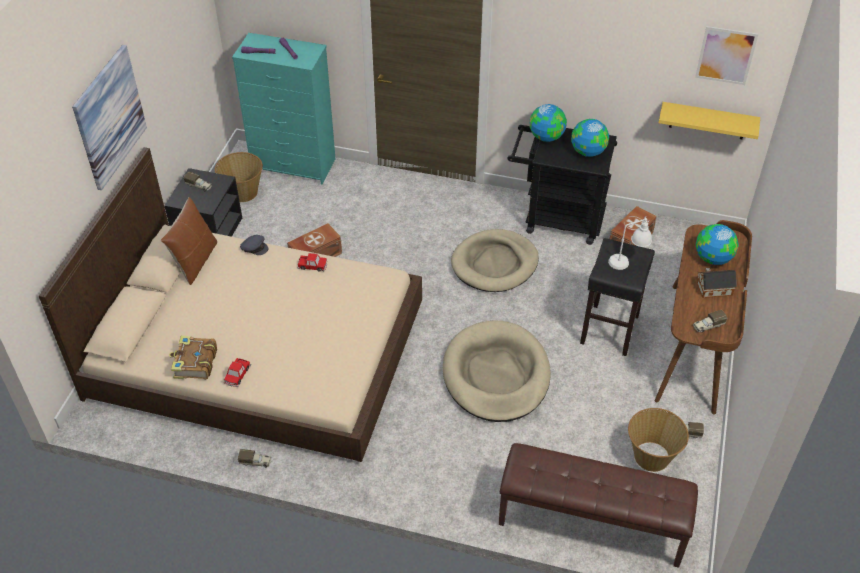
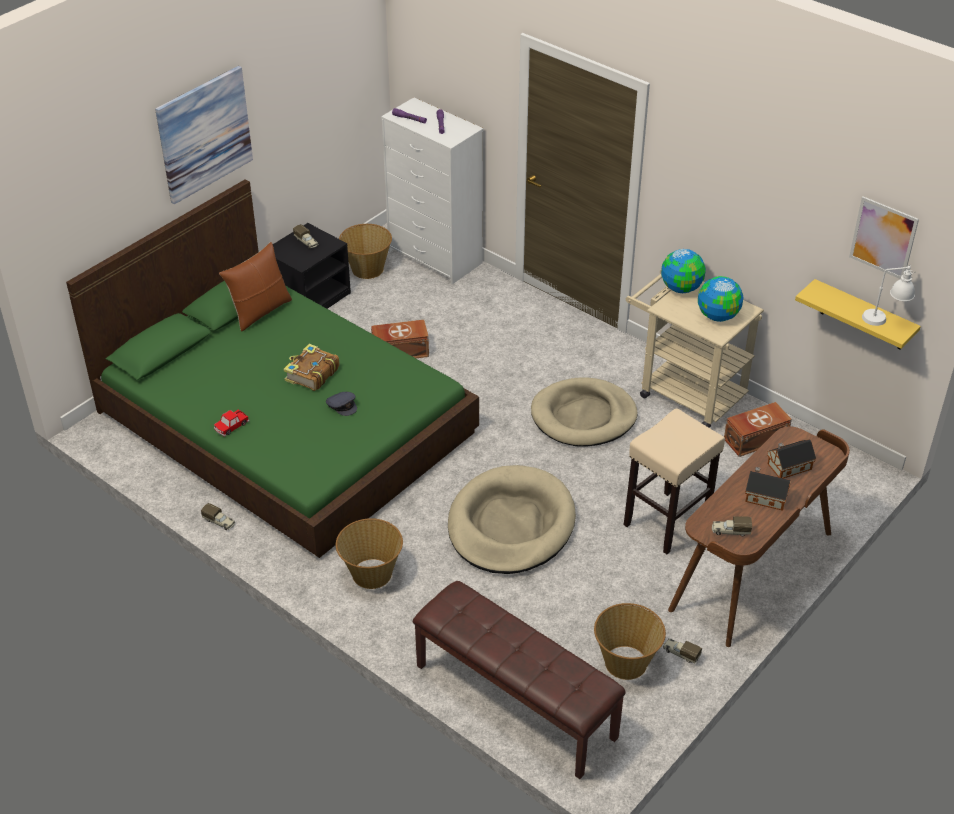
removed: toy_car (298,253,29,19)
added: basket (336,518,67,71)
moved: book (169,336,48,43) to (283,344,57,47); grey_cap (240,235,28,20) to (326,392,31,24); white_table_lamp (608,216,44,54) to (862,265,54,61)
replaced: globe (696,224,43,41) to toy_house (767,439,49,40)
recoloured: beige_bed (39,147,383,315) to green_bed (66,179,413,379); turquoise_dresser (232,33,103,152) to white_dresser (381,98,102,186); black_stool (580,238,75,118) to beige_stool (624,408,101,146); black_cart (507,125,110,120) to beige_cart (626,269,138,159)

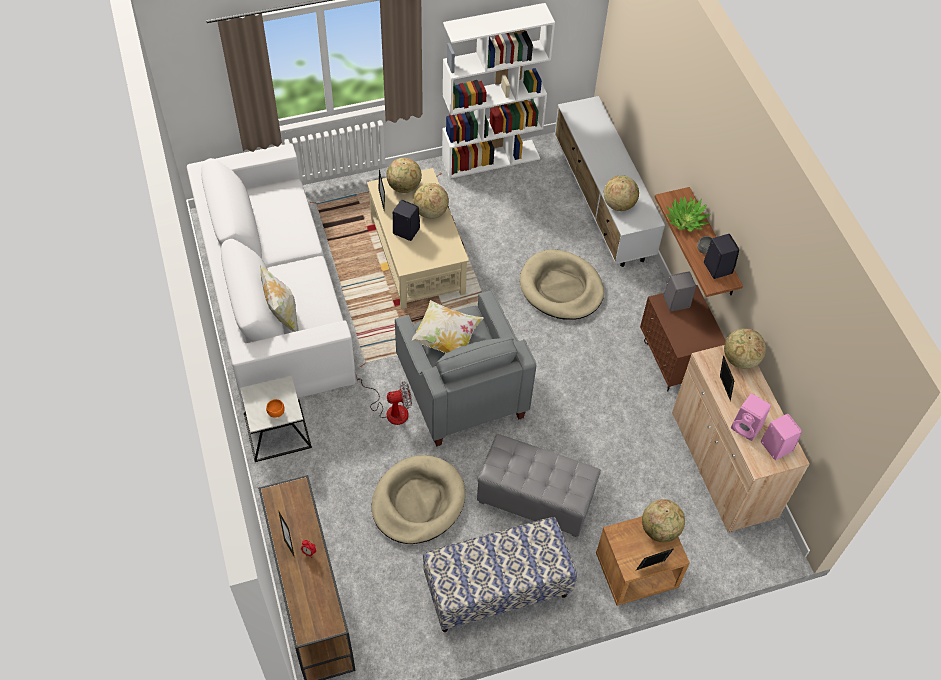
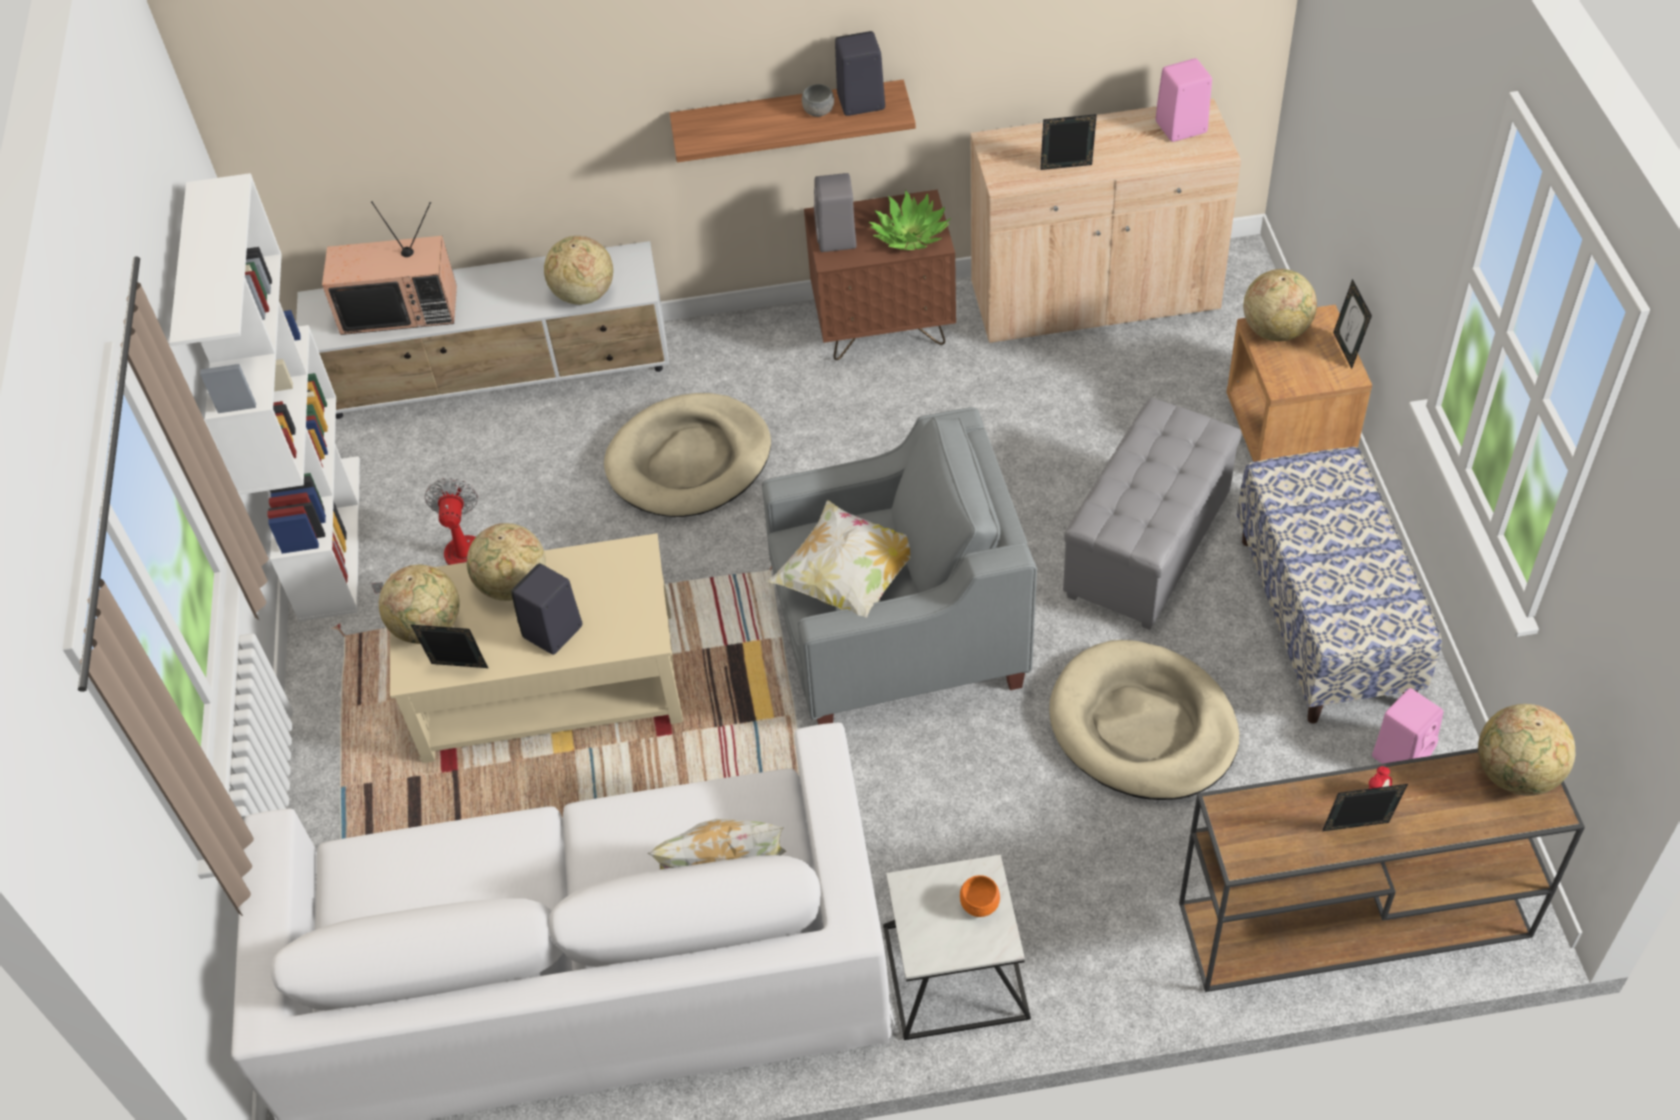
added: television (322,201,135,134)
moved: fan (356,374,56,51) to (371,478,107,116); potted_plant (666,196,44,36) to (869,190,82,60); pink_speaker (731,393,40,48) to (1372,688,71,76); globe (724,328,42,41) to (1478,704,97,92)

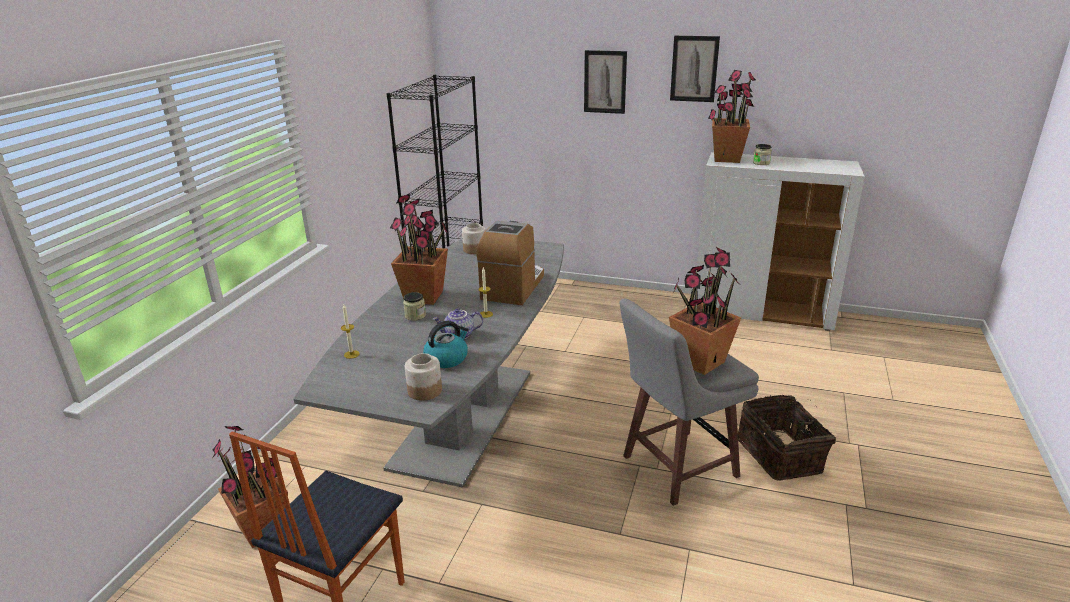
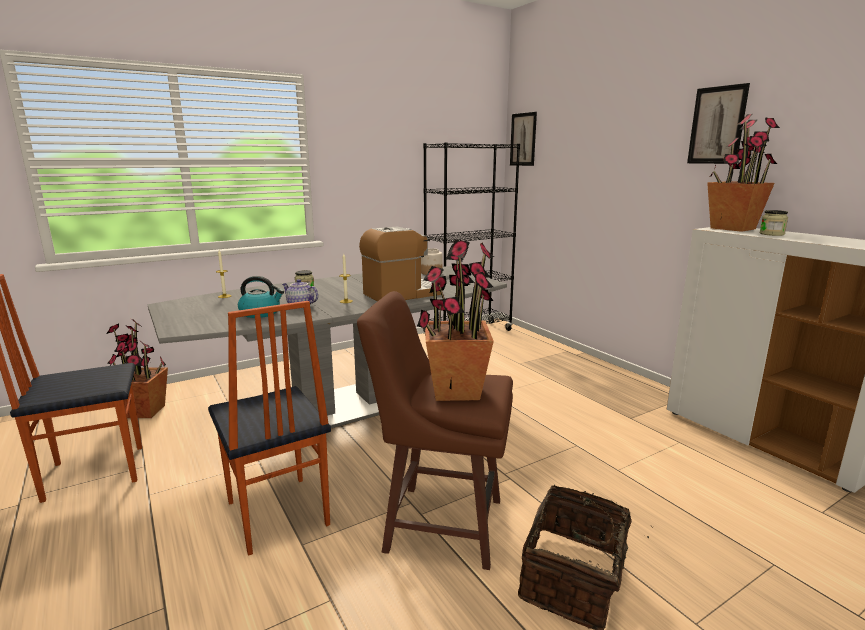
removed: potted_plant (390,194,58,111); jar (405,353,37,48)
added: chair (208,301,123,255)
moved: picture (584,50,43,64) to (510,112,27,54)
recoloured: grey_stool (620,299,139,207) to brown_stool (357,291,156,279)

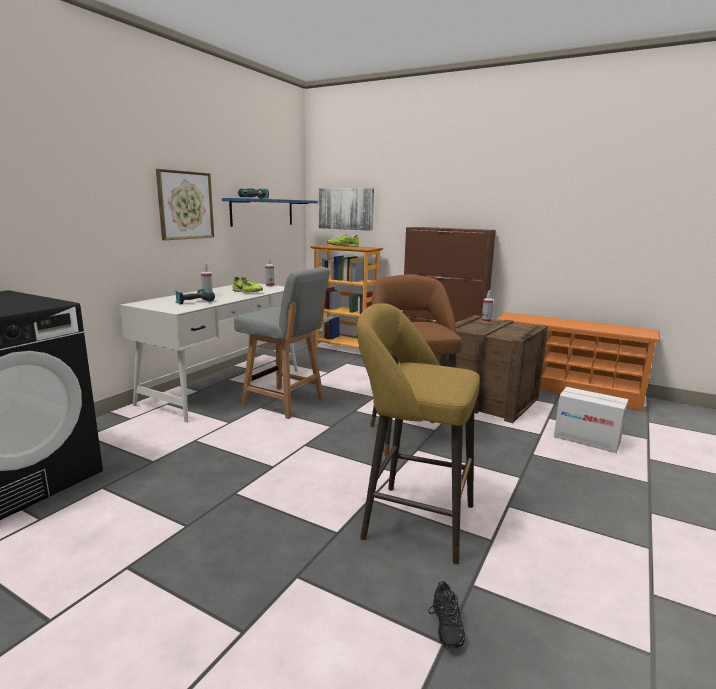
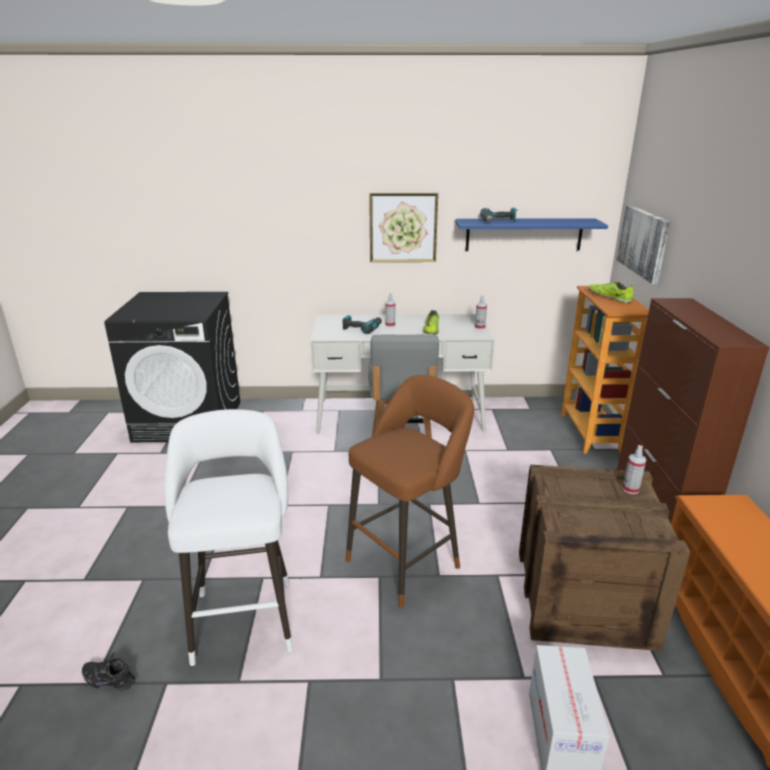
recoloured: yellow_stool (357,303,123,261) to white_stool (164,409,129,257)
turned: black_shoe (428,581,37,67) = (82,653,53,38) 45 degrees clockwise

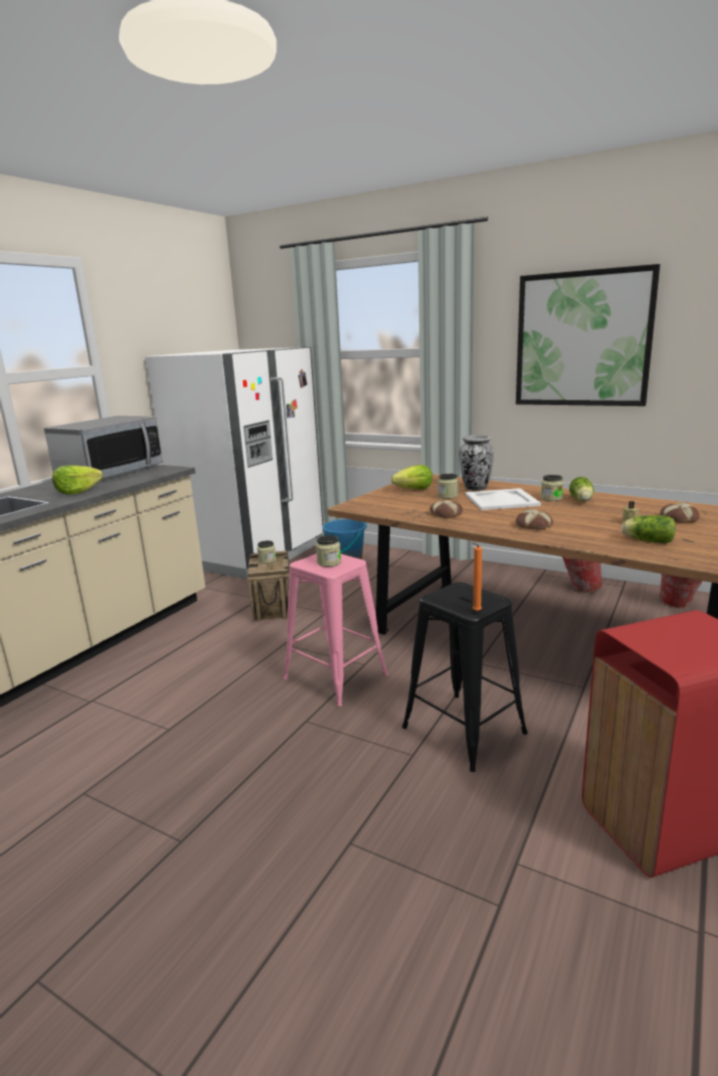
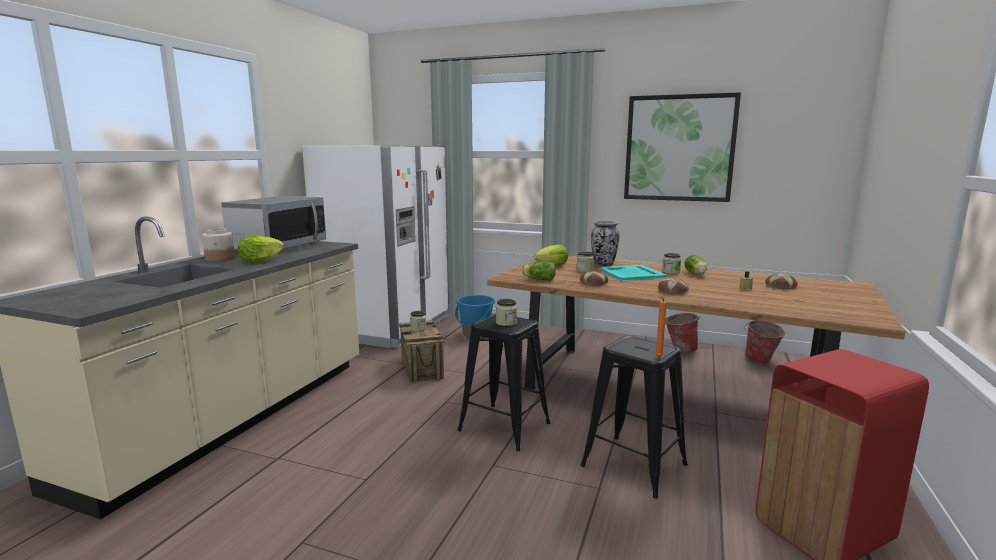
added: jar (202,228,33,33)
moved: lettuce (621,515,55,28) to (522,262,34,19)
recoloured: pink_stool (283,553,105,153) to black_stool (457,314,93,137); white_tray (465,488,76,22) to turquoise_tray (599,265,68,15)

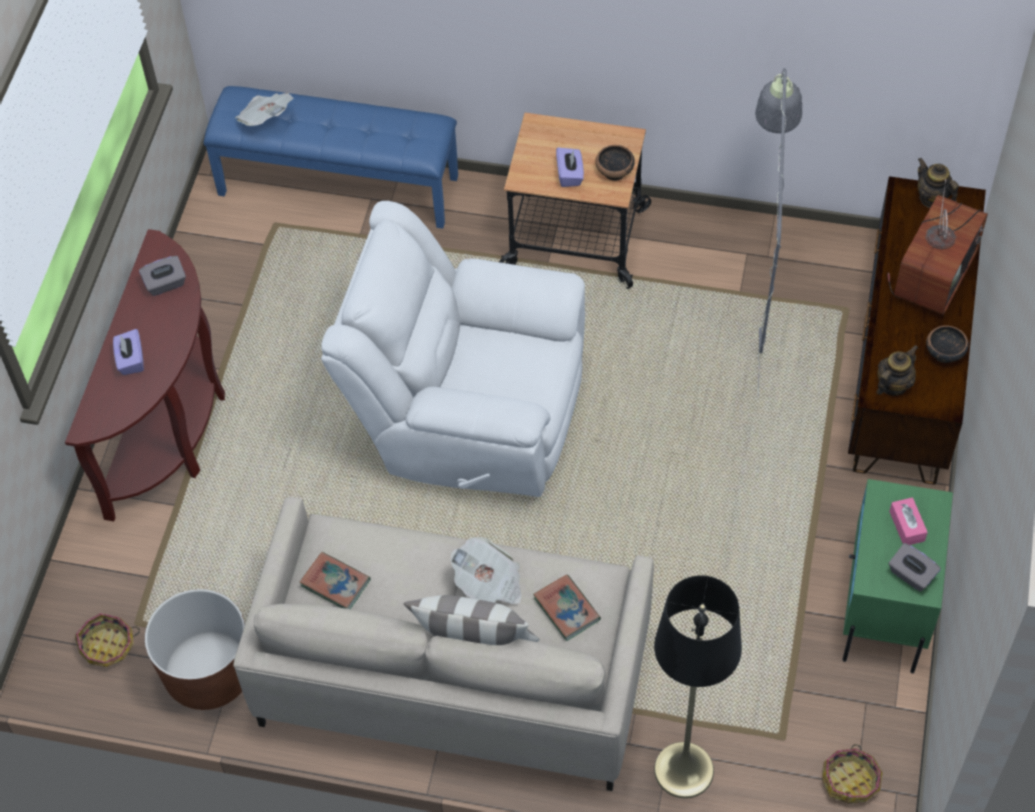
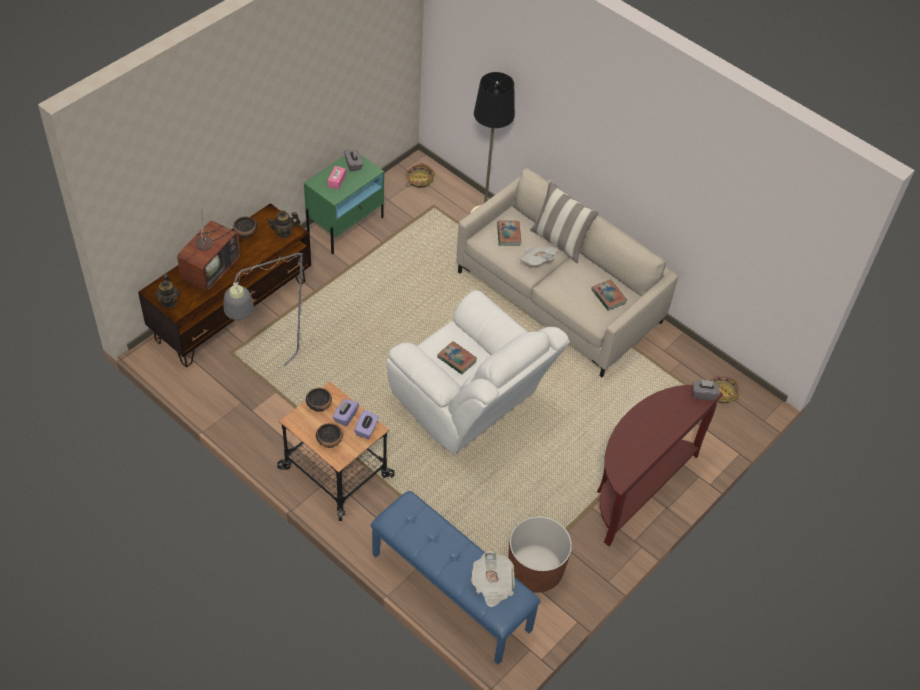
added: bowl (316,423,27,25); book (437,341,40,33)
moved: purple_tissue_box (113,329,31,46) to (354,410,25,29); brown_planter (145,589,100,121) to (508,516,64,77); grey_tissue_box (139,256,47,40) to (693,380,27,21)
turned: television (887,179,101,136) = (177,208,64,83) 150 degrees clockwise

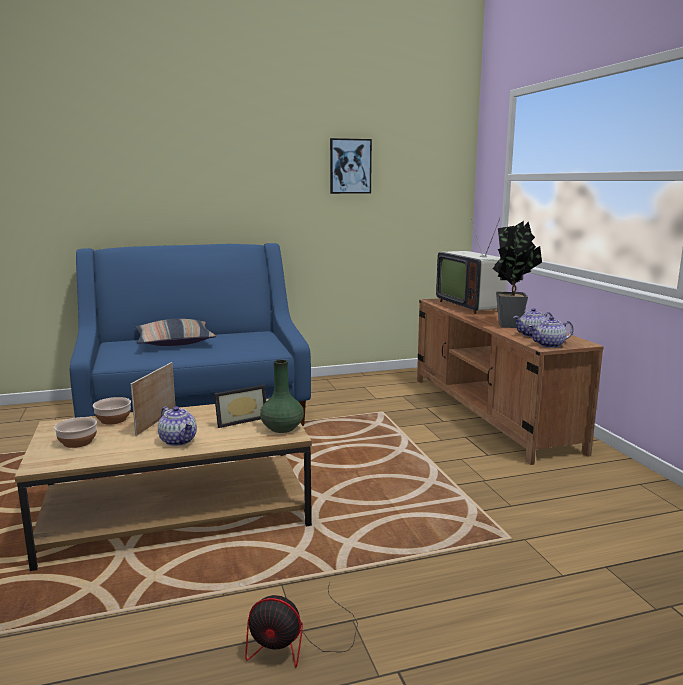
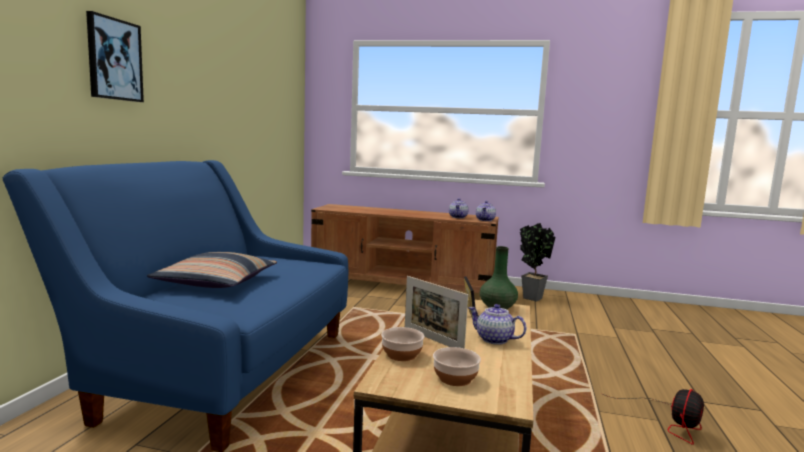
removed: television (436,218,71,96)
moved: picture (330,138,42,56) to (86,11,58,91); potted_plant (493,221,49,107) to (520,223,35,78)
turned: teapot (158,406,39,40) = (468,304,59,41) 135 degrees counterclockwise

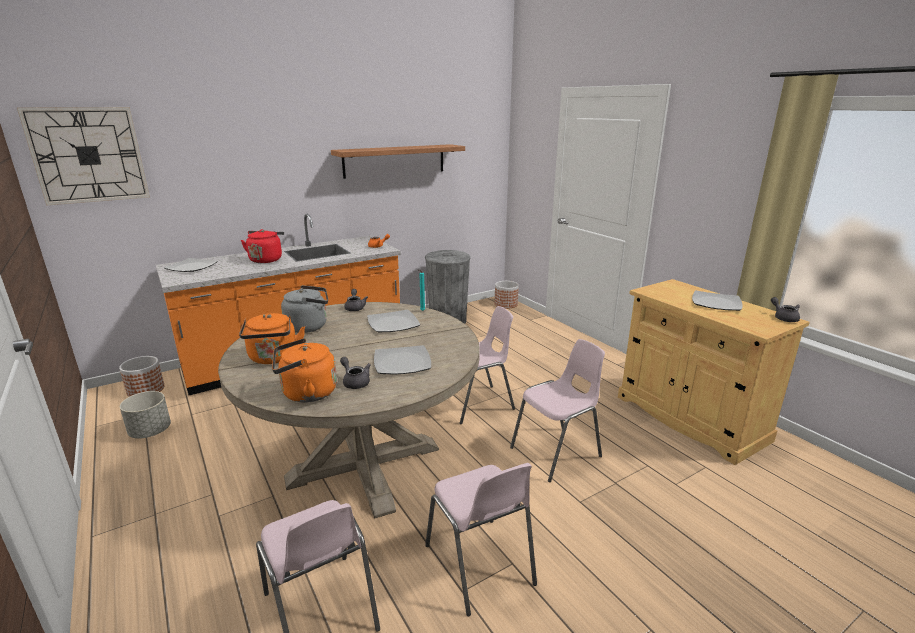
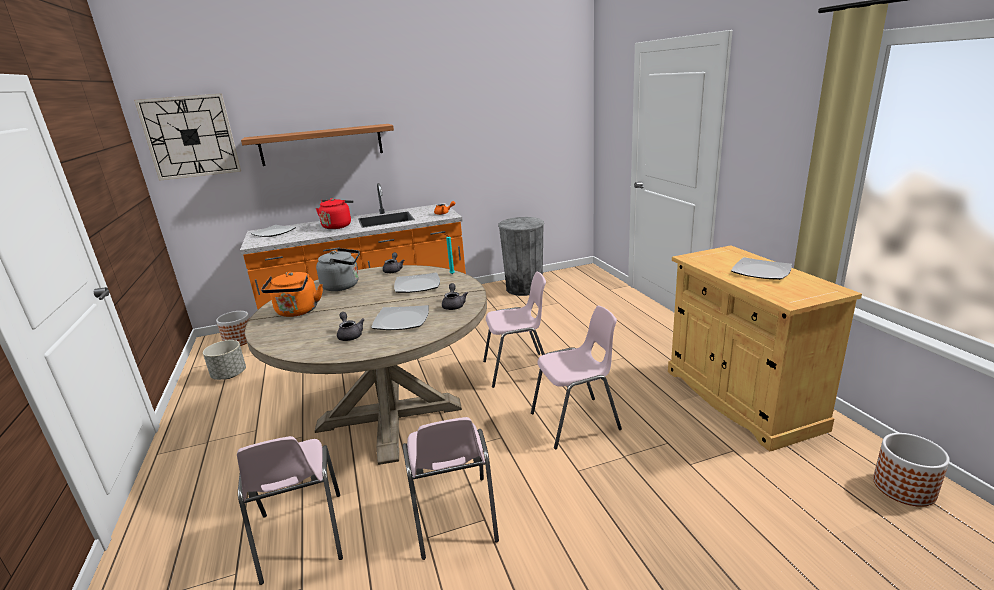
removed: orange_kettle (272,338,65,65)
moved: shelf (331,144,134,35) to (241,124,153,42); grey_teapot (771,297,29,25) to (442,283,26,27); planter (495,281,24,28) to (873,433,77,74)

